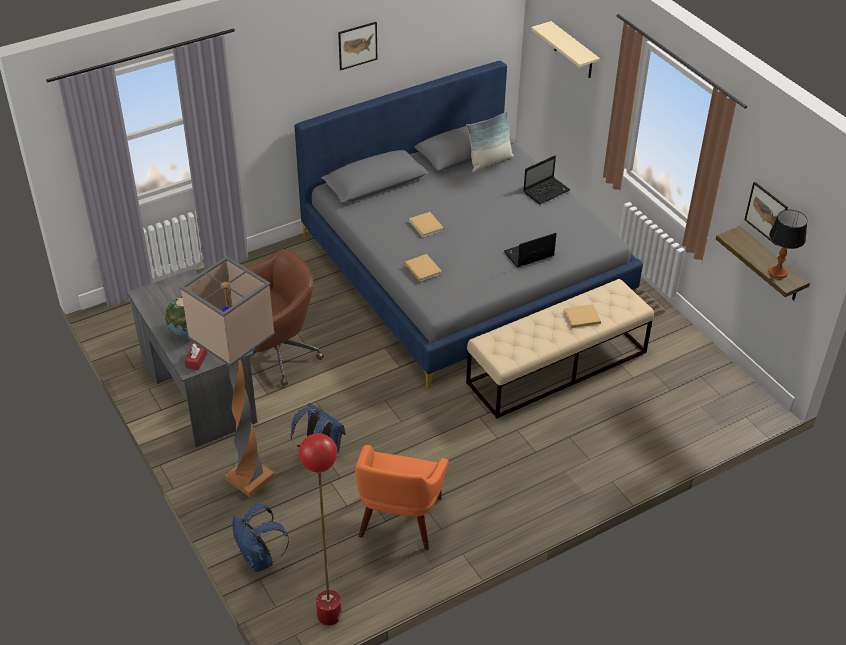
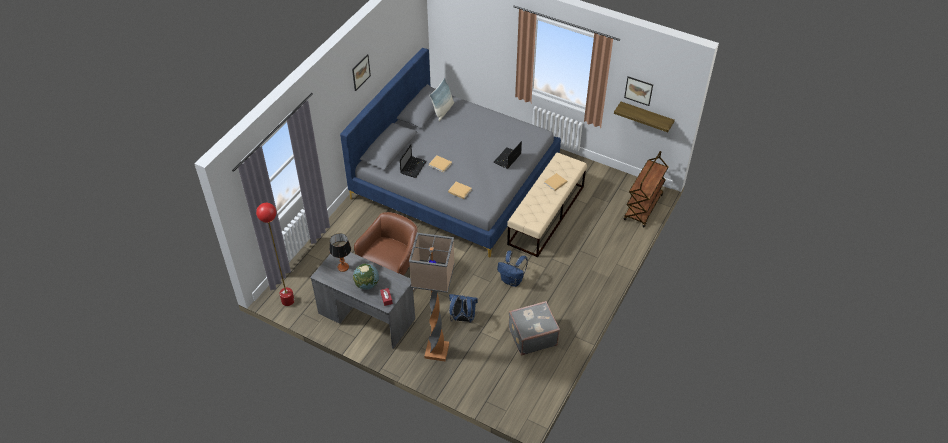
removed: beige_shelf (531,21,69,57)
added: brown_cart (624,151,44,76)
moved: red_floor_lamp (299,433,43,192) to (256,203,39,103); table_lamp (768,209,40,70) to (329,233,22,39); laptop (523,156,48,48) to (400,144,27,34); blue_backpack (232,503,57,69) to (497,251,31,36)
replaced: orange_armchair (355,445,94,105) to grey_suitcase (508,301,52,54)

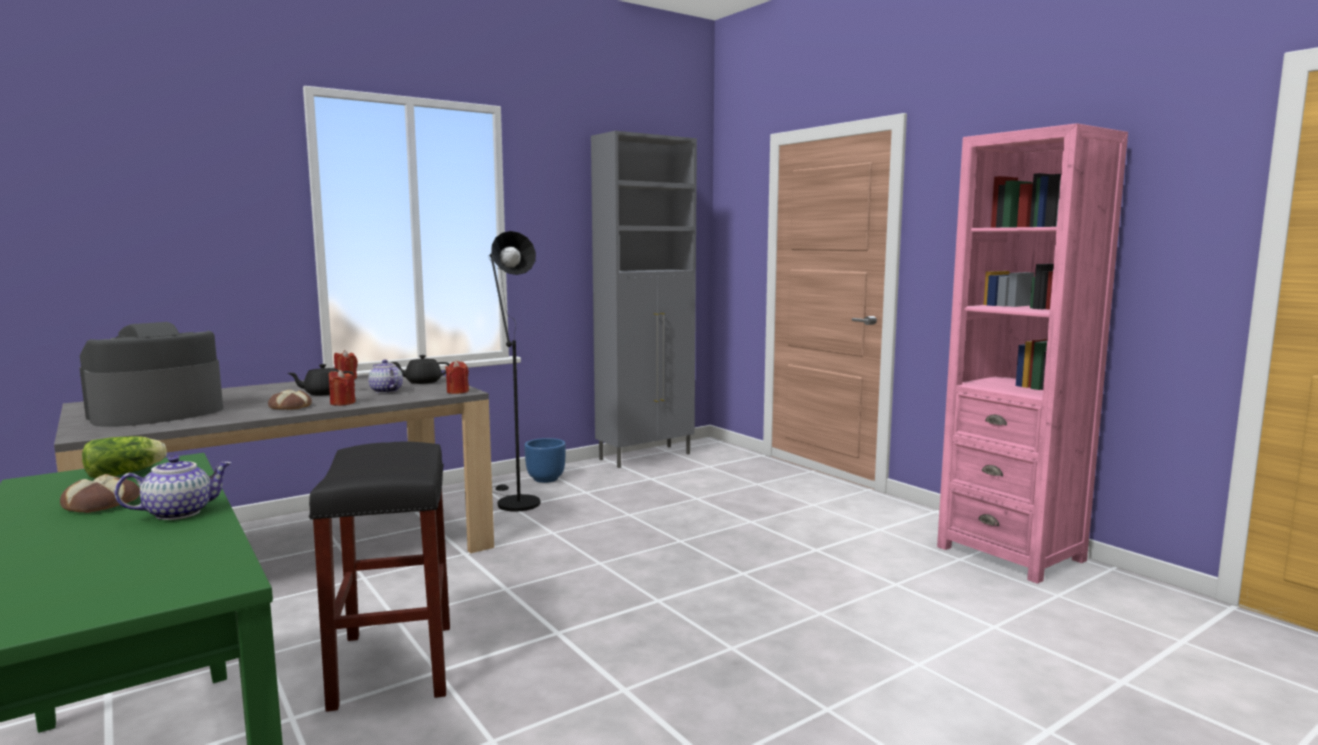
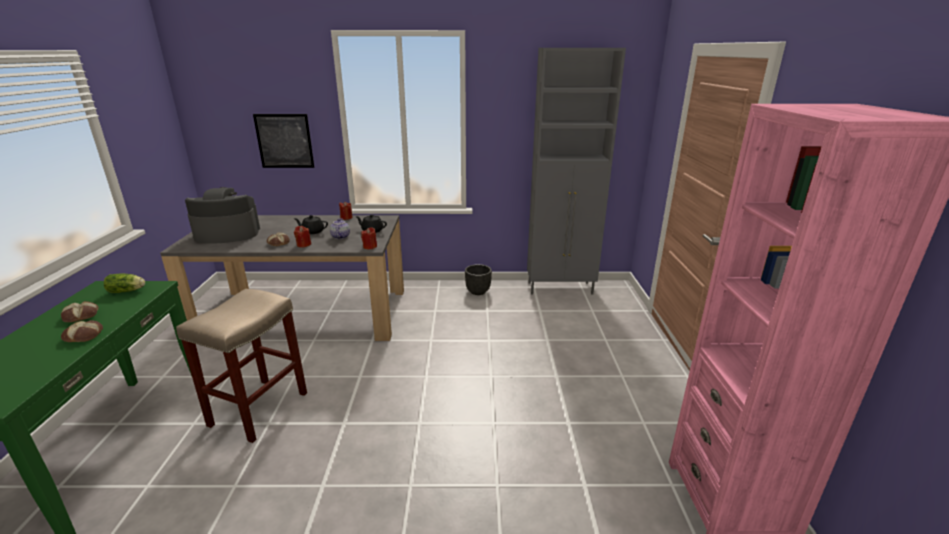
removed: black_floor_lamp (488,231,52,281)
added: picture (253,114,61,54)
replaced: teapot (114,455,117,65) to bread (61,320,42,22)
recoloured: black_stool (309,442,141,270) to beige_stool (176,289,131,154); blue_planter (524,438,42,45) to black_planter (465,264,27,31)

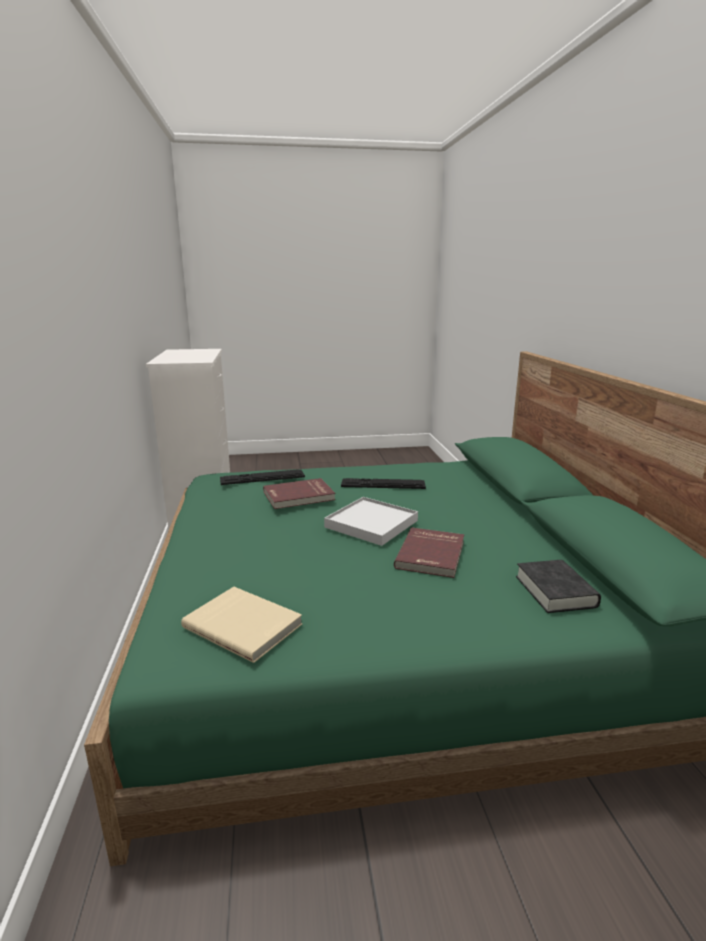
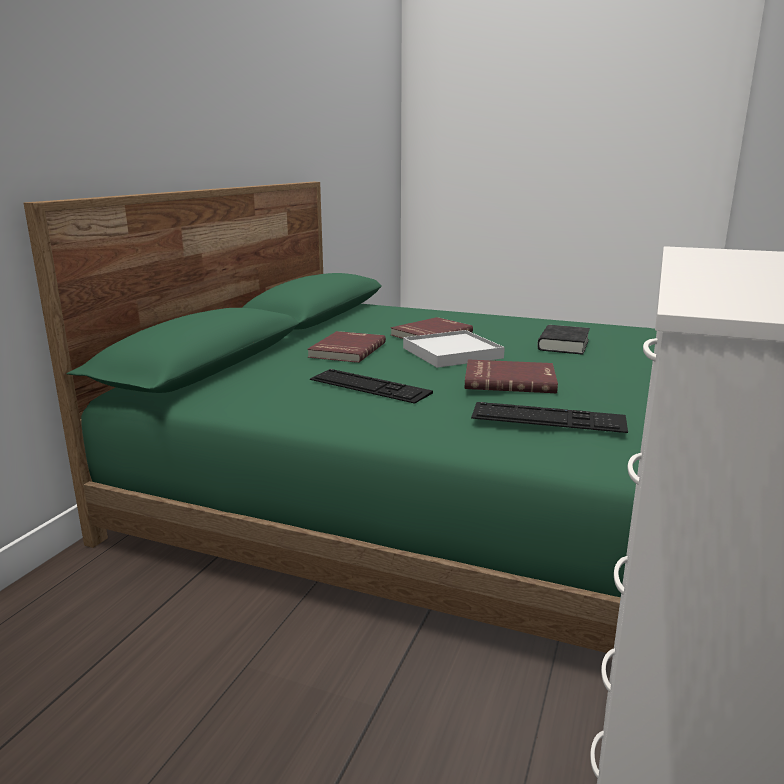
removed: beige_book (181,587,121,76)
added: red_book (307,331,79,32)
moved: black_book (516,560,85,53) to (537,325,53,30)

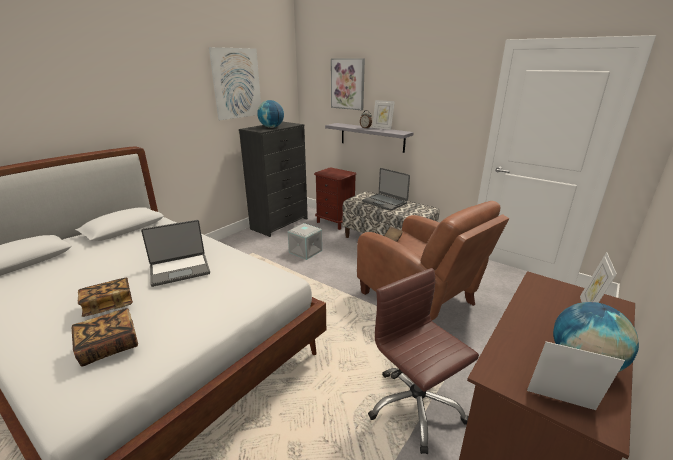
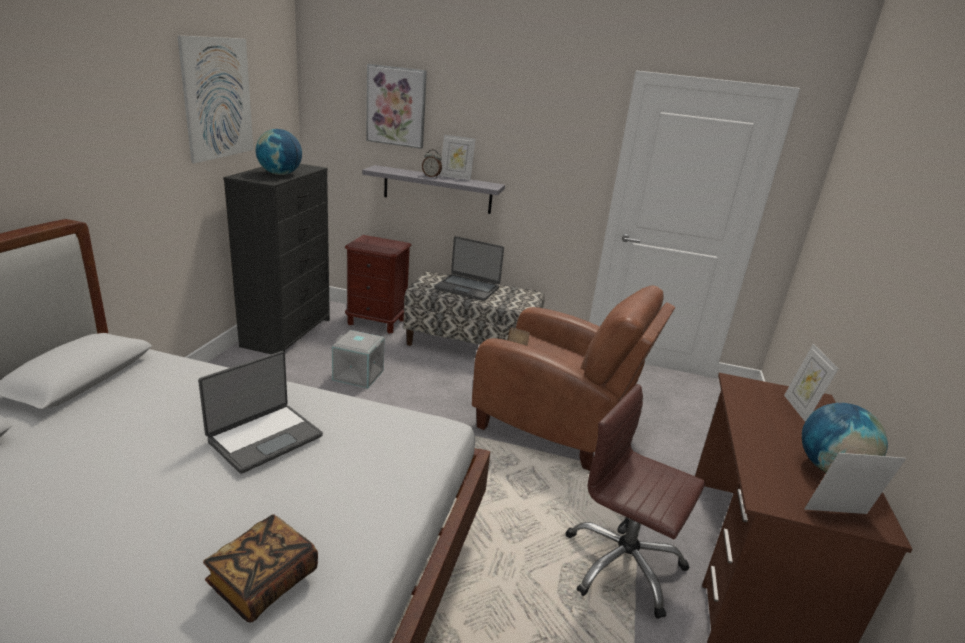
removed: book (78,278,55,39)

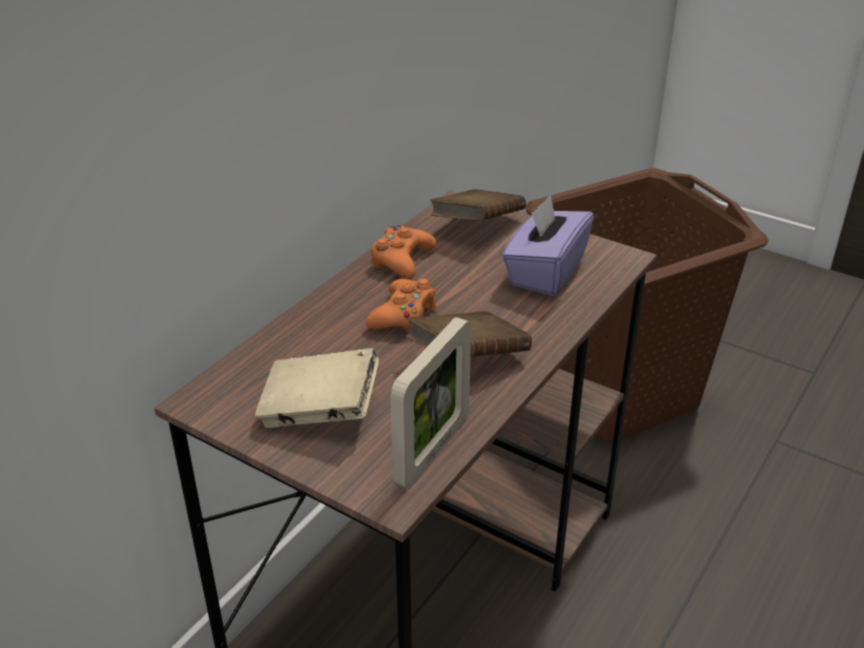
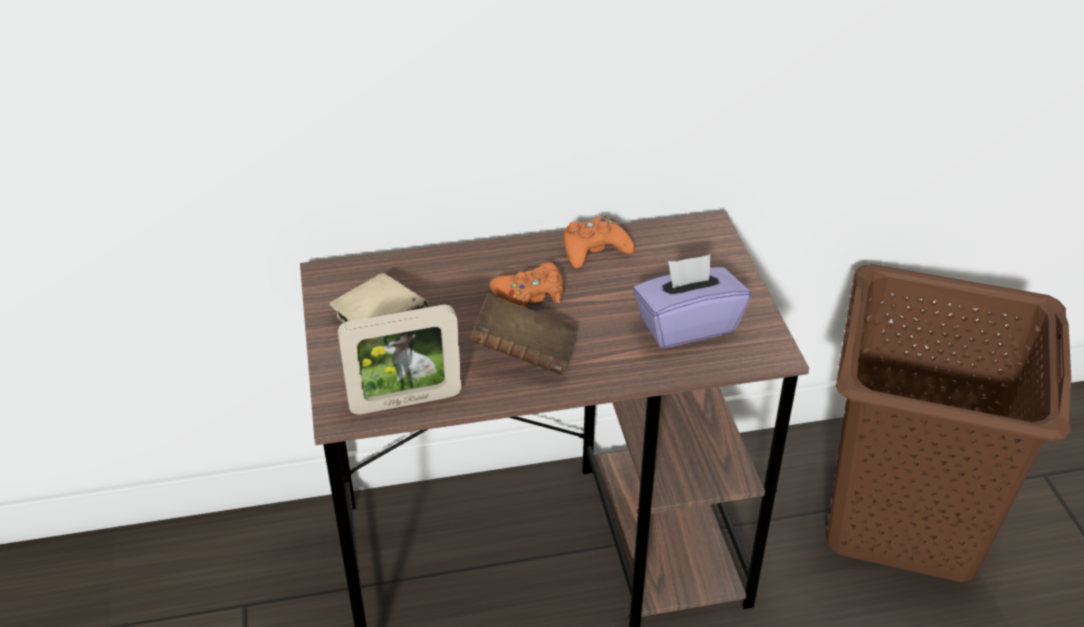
removed: brown_book (430,189,96,31)

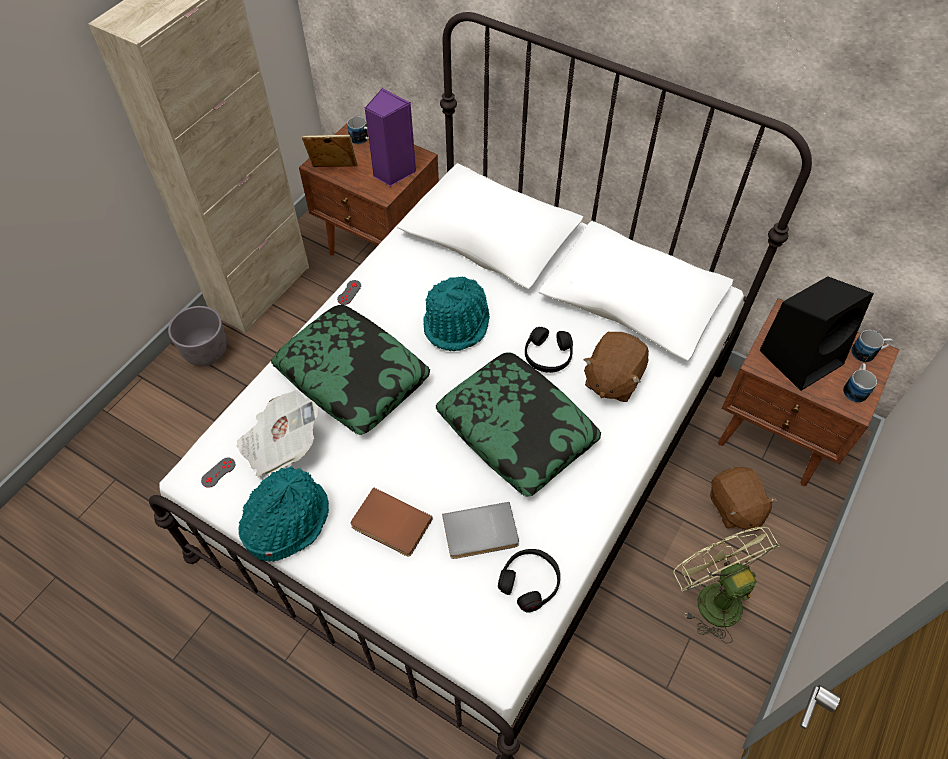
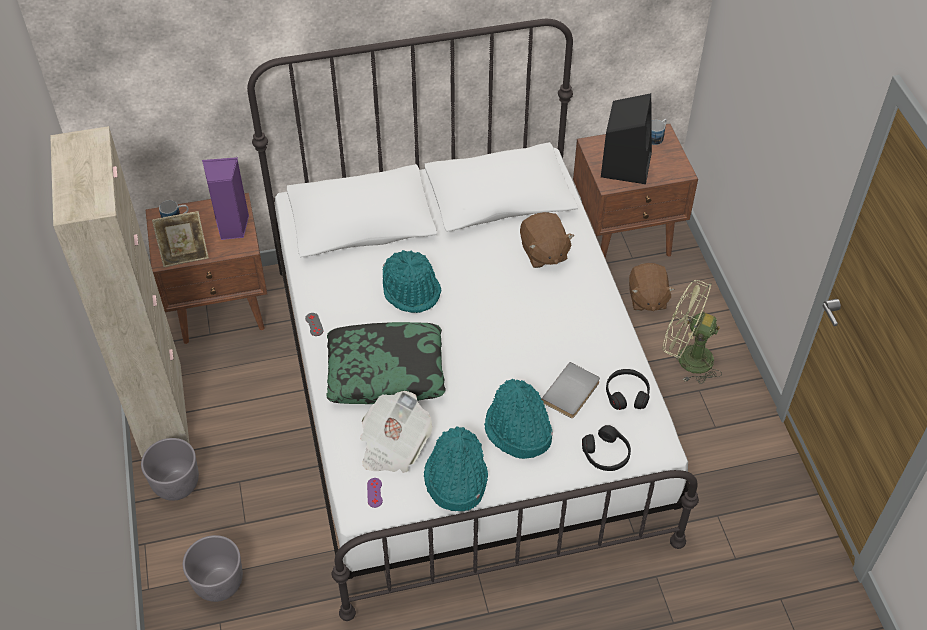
removed: pillow (436,352,165,144); mug (843,363,34,39)
added: grey_planter (183,535,60,67)
moved: black_headphones (525,327,48,46) to (582,425,49,46)
replaced: brown_book (351,487,82,69) to turquoise_hat (484,379,69,80)
recoloured: grey_game_controller (201,458,34,30) to purple_game_controller (367,478,16,30)
turned: picture_frame (302,135,56,32) = (152,211,57,56) 150 degrees counterclockwise; brown_plush_toy (710,467,68,64) = (629,263,46,48) 60 degrees clockwise

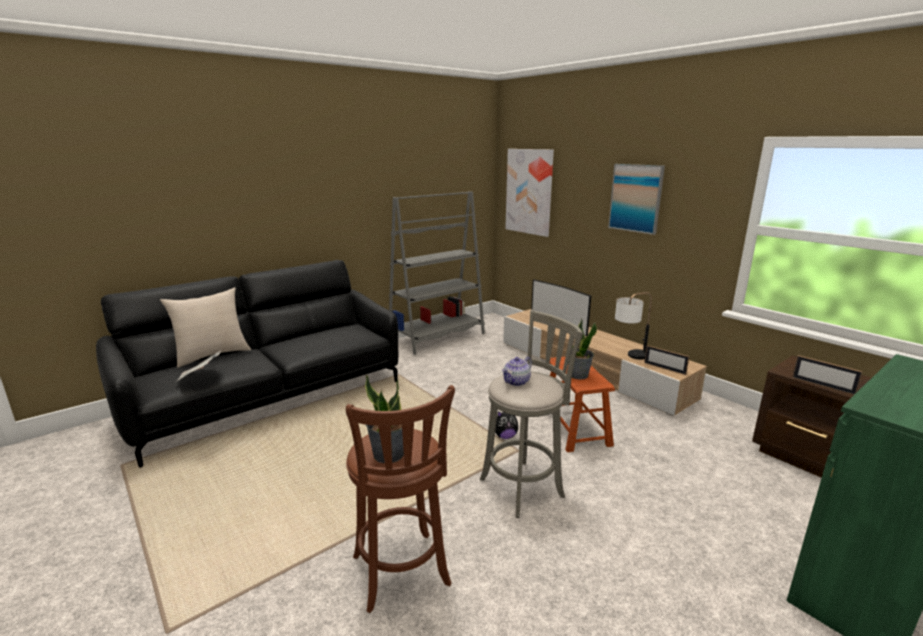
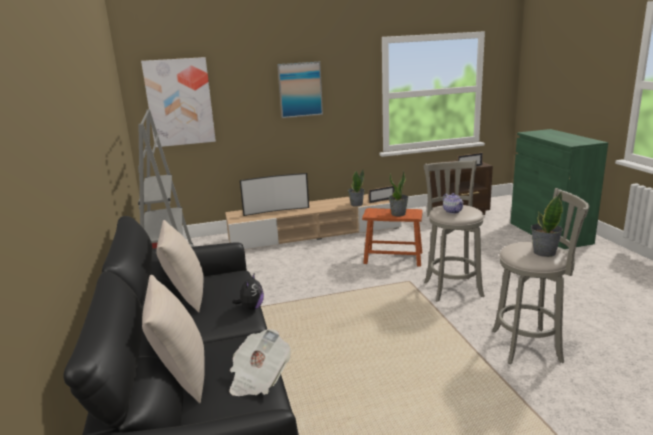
added: beige_pillow (156,220,48,92)
moved: plush_toy (495,412,23,27) to (232,274,32,36)
replaced: table_lamp (615,292,37,68) to potted_plant (348,169,17,38)
recoloured: brown_stool (346,385,109,228) to grey_stool (492,188,97,176)

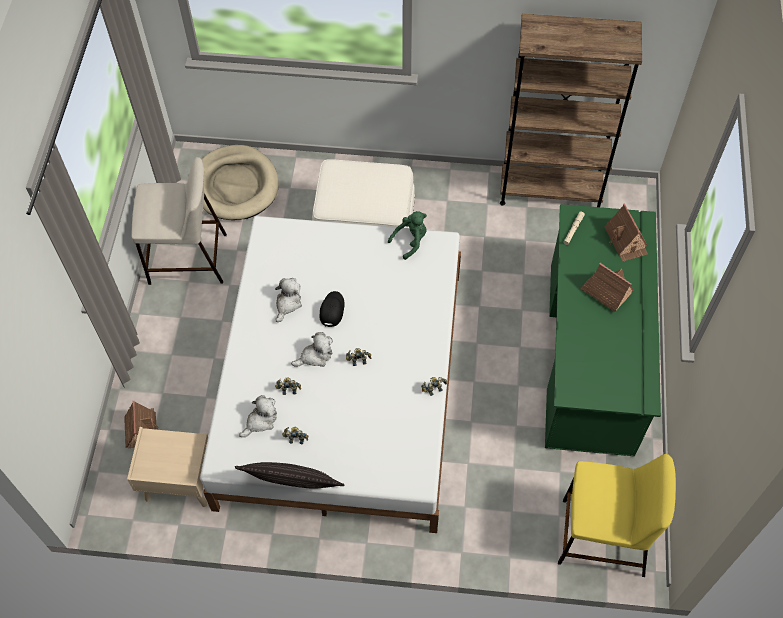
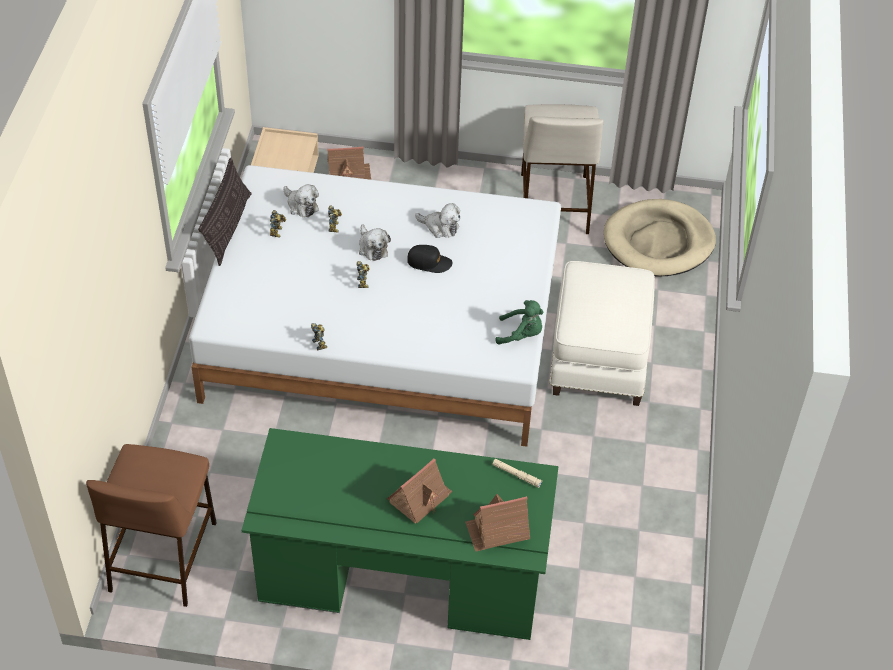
removed: brown_bookcase (500,14,142,193)
recoloured: yellow_stool (558,454,118,123) to brown_stool (86,444,131,163)
turned: green_plush_toy (388,211,39,49) = (496,300,47,45) 45 degrees counterclockwise

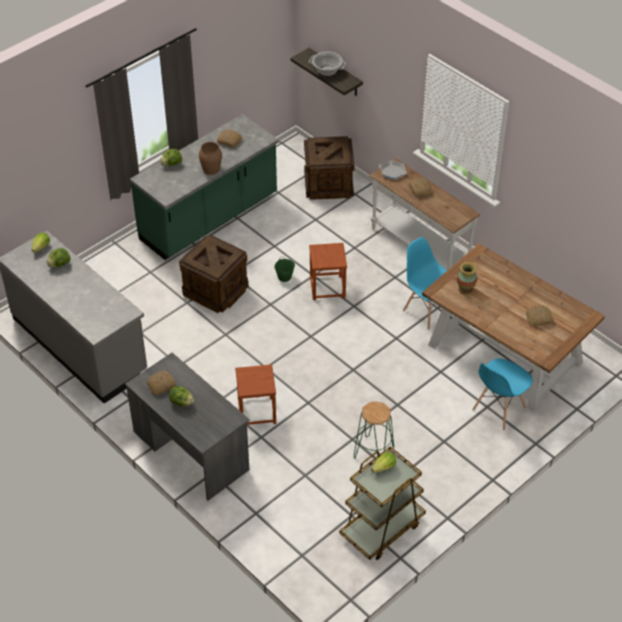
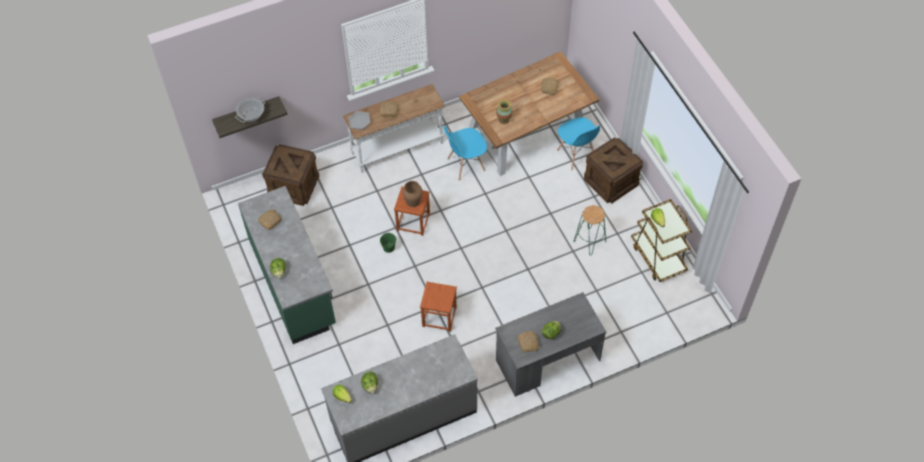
moved: brown_vase (199,142,23,33) to (402,181,21,26); brown_stool (235,364,41,61) to (420,282,37,50); crate (179,235,70,78) to (584,137,59,67)

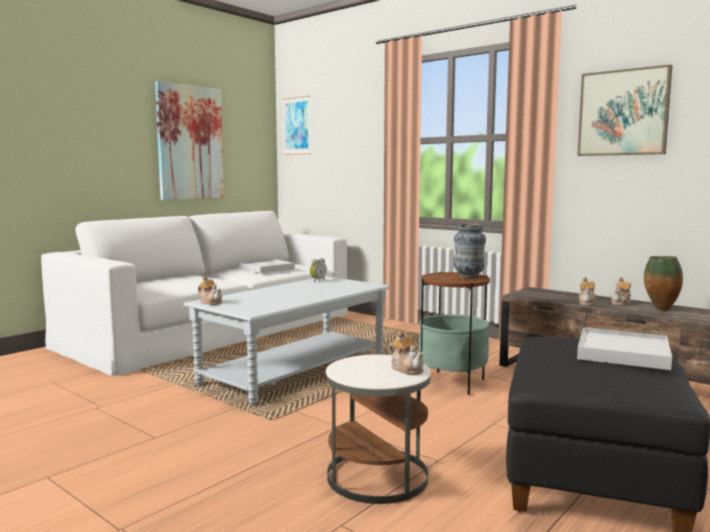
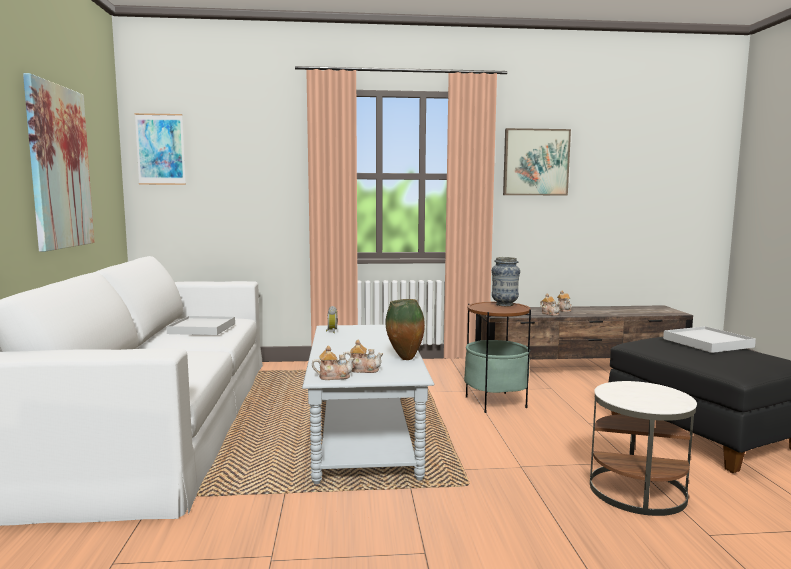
moved: teapot (389,331,35,44) to (343,340,40,33); vase (644,256,39,55) to (385,299,40,61)

